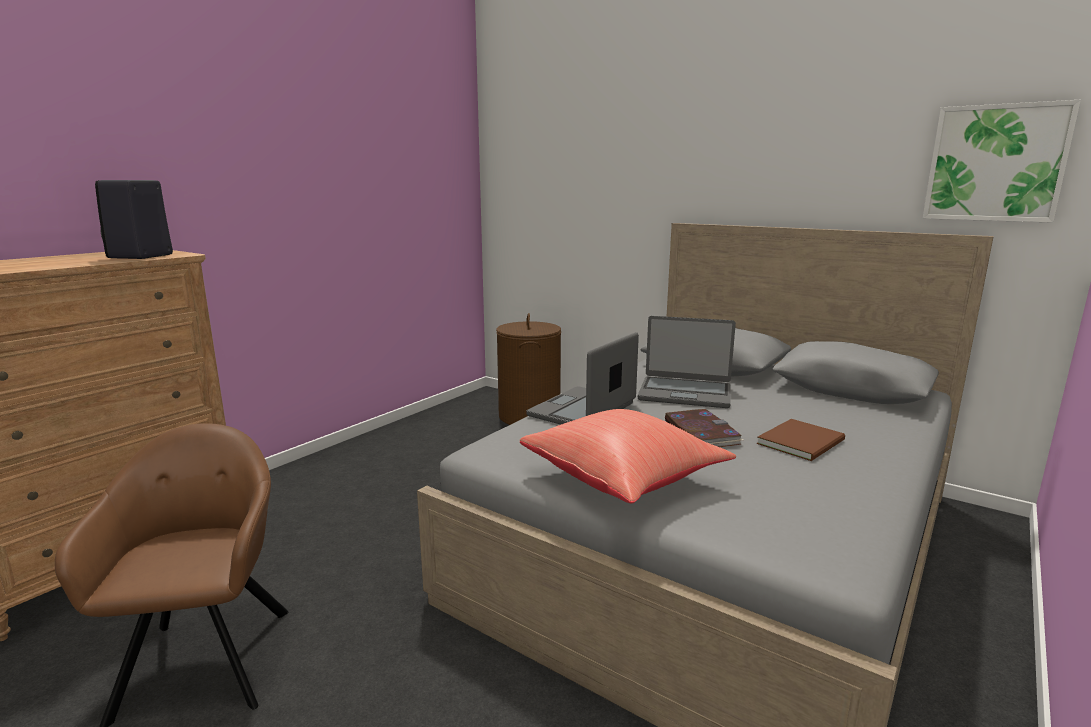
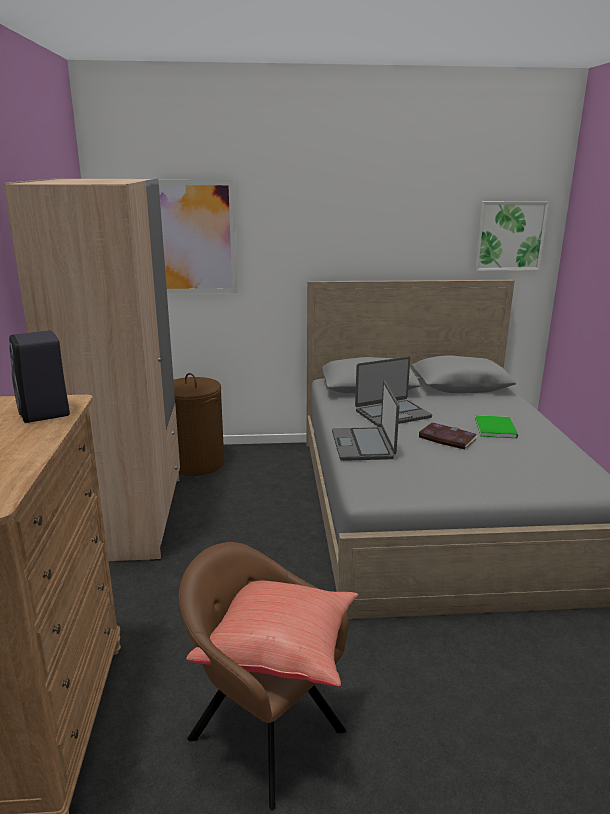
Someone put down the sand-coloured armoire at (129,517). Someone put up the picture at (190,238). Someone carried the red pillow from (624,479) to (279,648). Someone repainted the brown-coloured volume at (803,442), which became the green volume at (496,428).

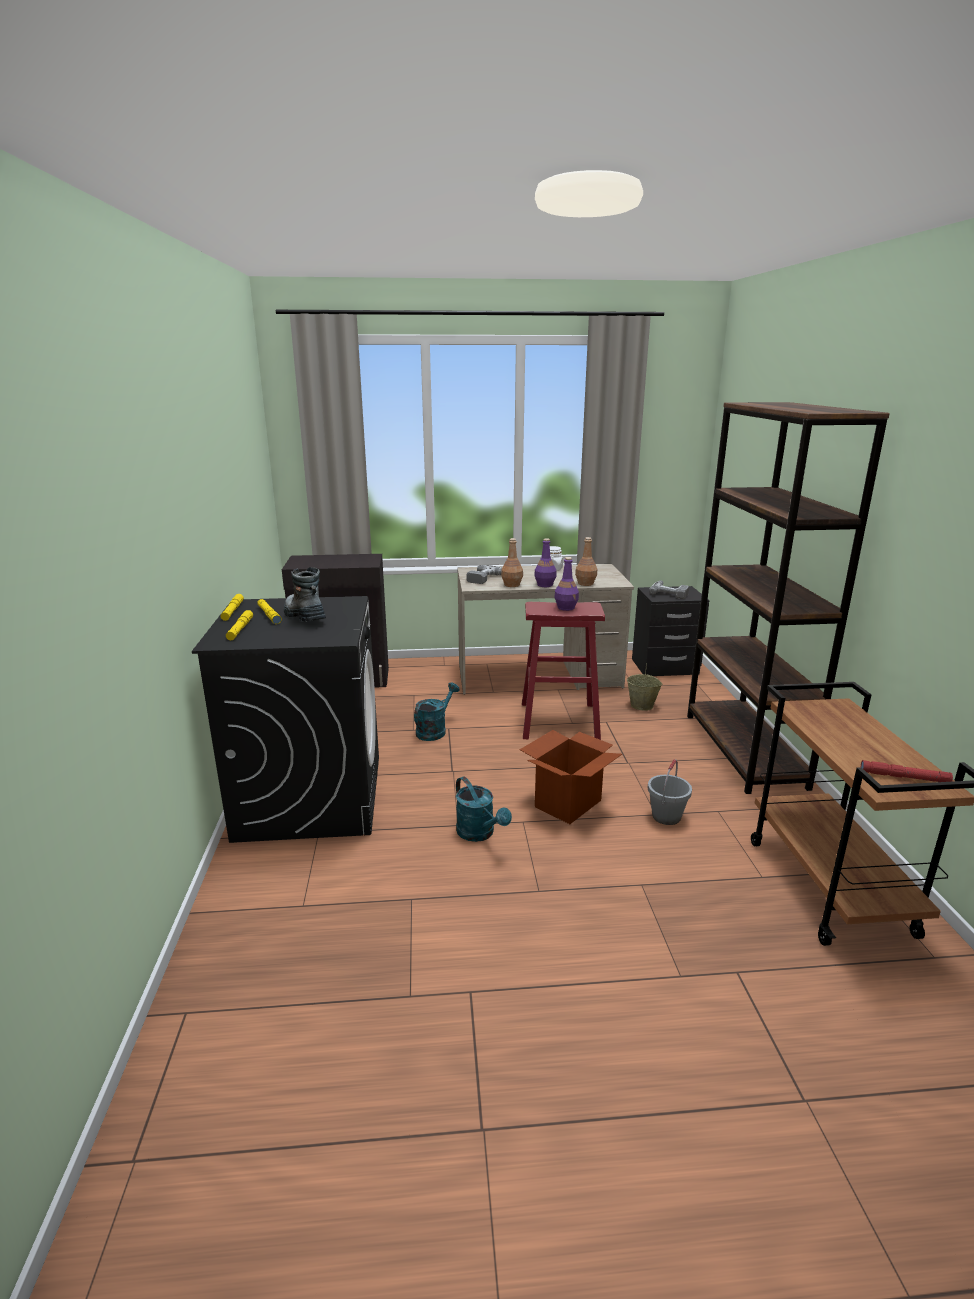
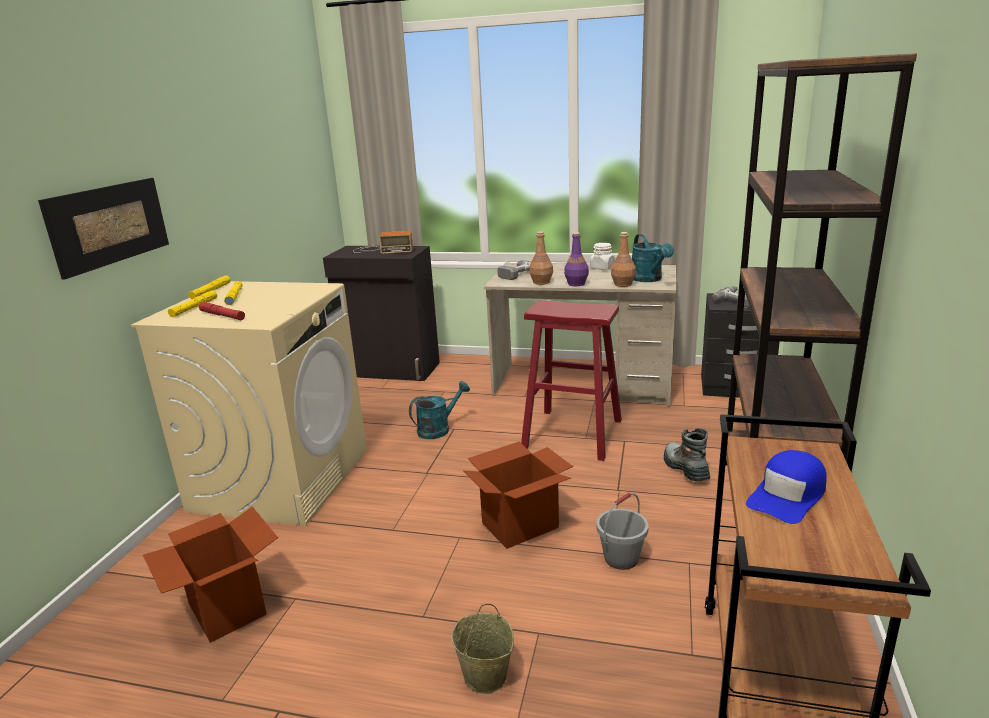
Someone put up the picture at (109,224). Someone repainted the black laundry appliance at (310,796), which became the sand-coloured laundry appliance at (281,479). Someone put down the packing box at (226,609). Someone carried the red flashlight from (904,777) to (222,315). Someone put down the radio set at (381,250). Someone carried the sand-coloured bucket from (642,706) to (486,677). Someone carried the turquoise-coloured watering can from (479,834) to (649,279). Someone carried the high-top boot from (304,616) to (685,468). Someone put down the blue-coloured cap at (788,495). Someone took away the purple bottle at (566,607).

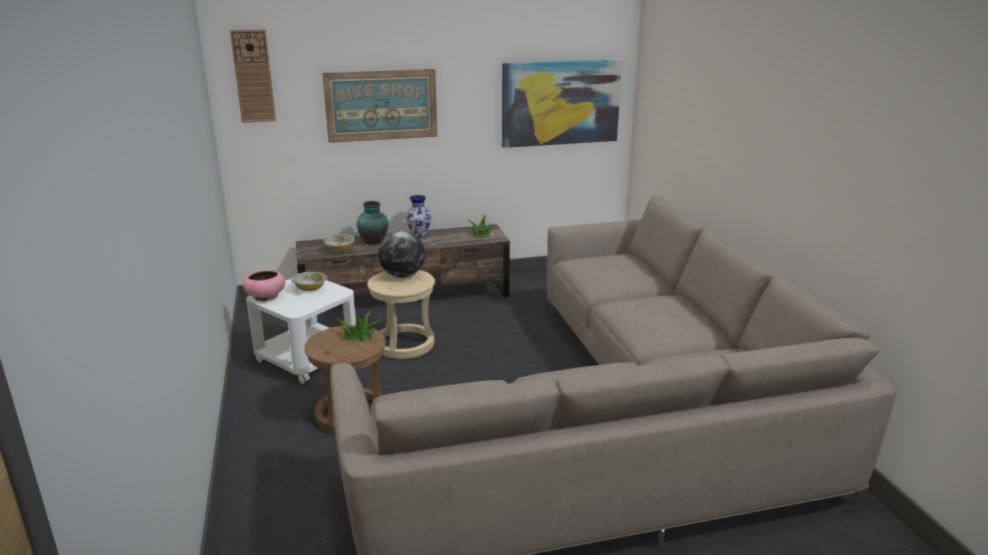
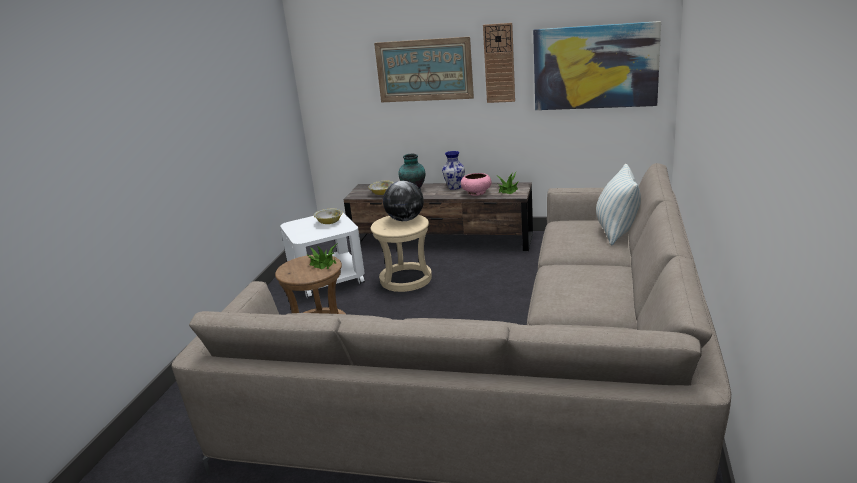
Someone carried the pink deep dish from (265,297) to (476,193). Someone carried the clock on the wall from (253,76) to (499,63). Someone put down the pillow at (616,232).

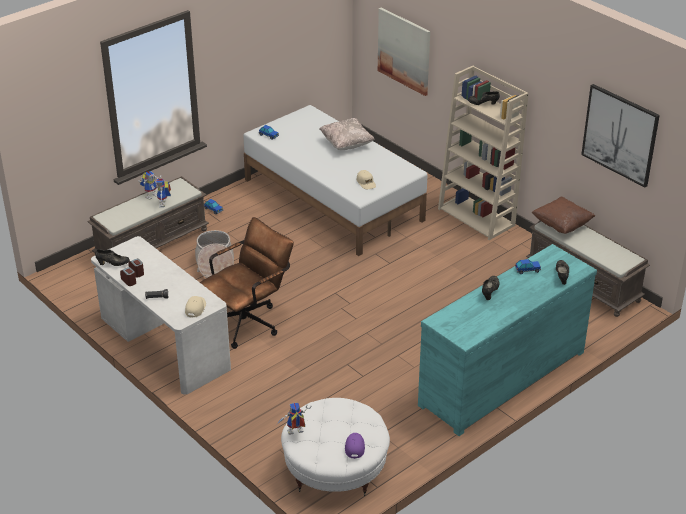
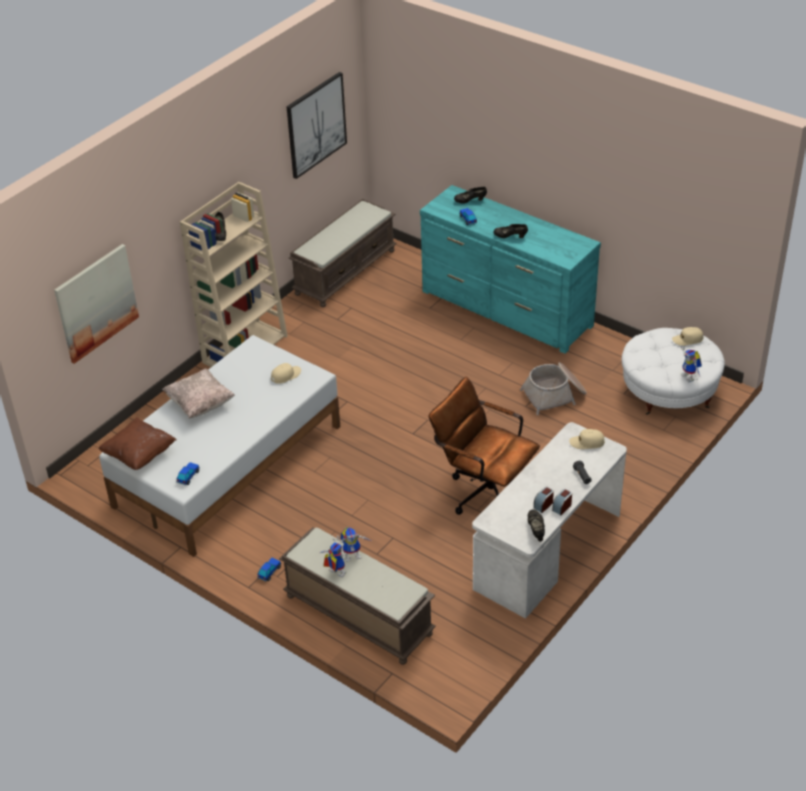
Someone carried the brown-coloured pillow from (561,225) to (139,455). Someone carried the basket from (215,264) to (554,395). Someone repainted the purple cap at (354,447), which became the sand-coloured cap at (687,339).

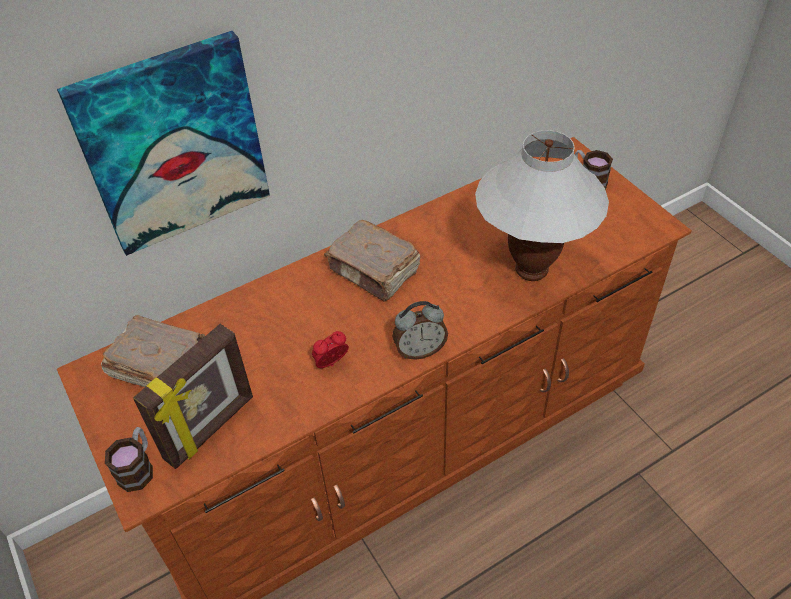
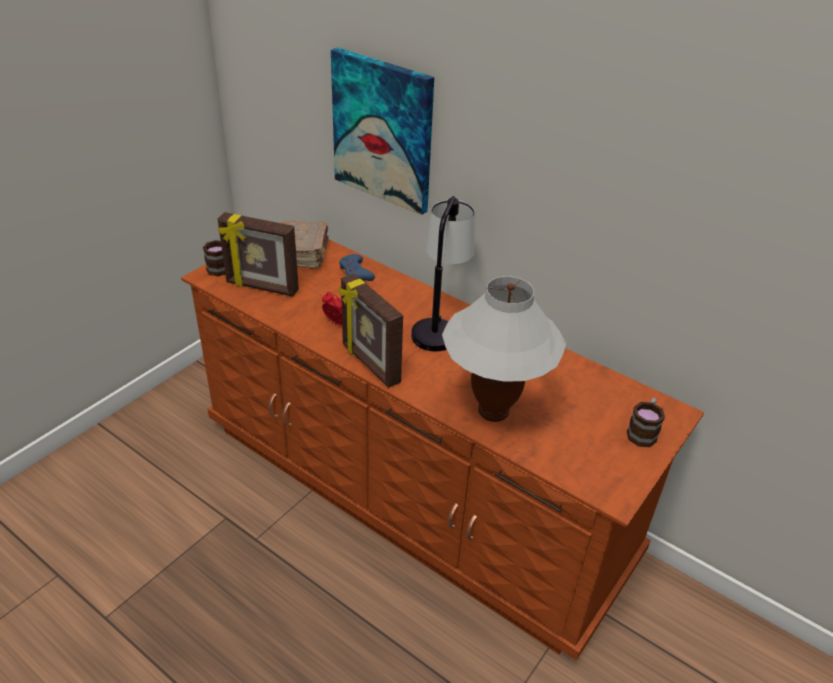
Someone put down the blue-coloured joypad at (356,272). Someone swapped the table clock at (420,350) for the standing frame at (369,364). Someone swapped the brown-coloured volume at (374,271) for the table lamp at (439,323).

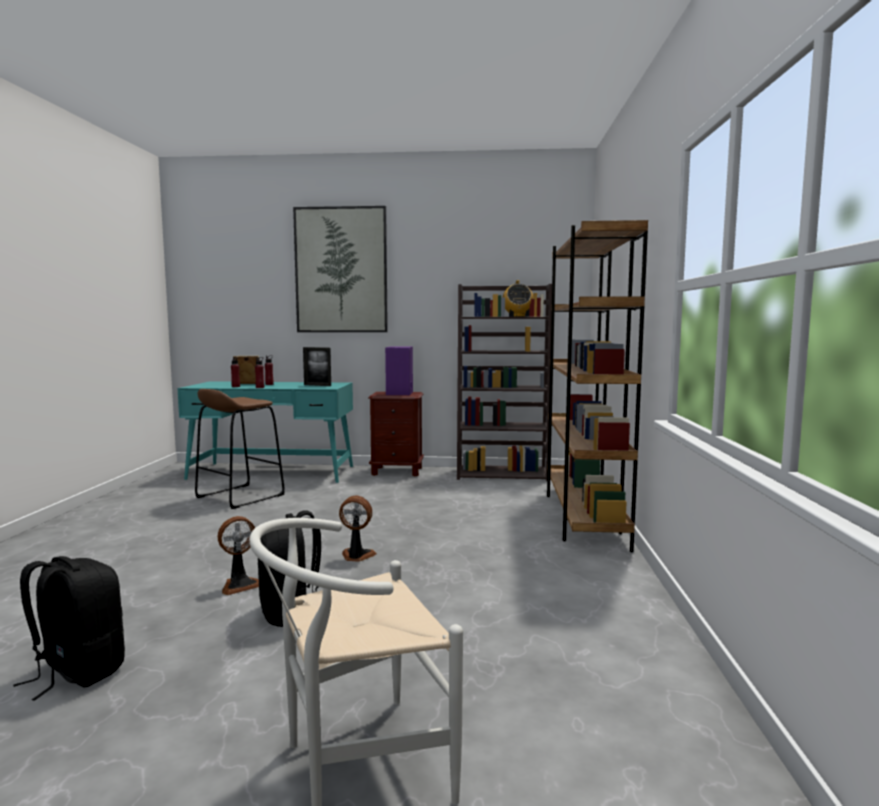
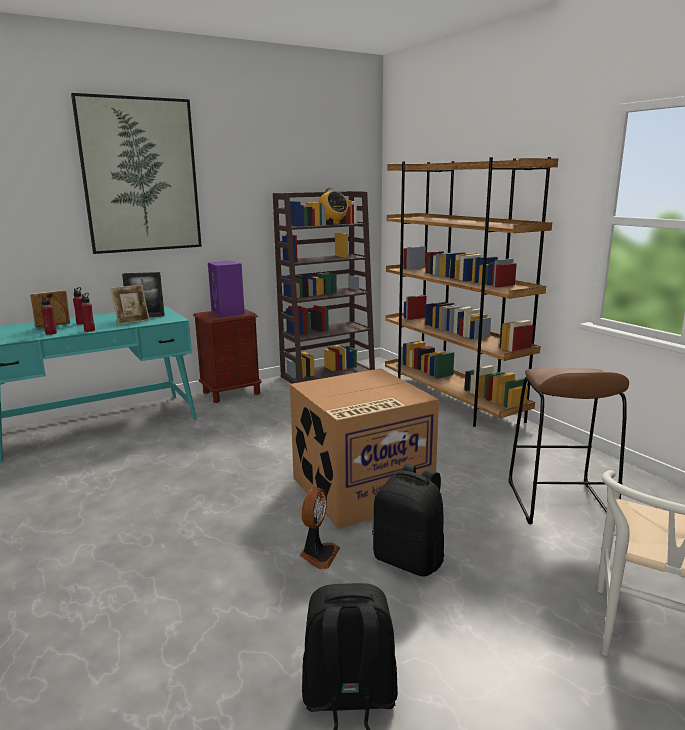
Someone put down the standing frame at (132,321). Someone swapped the fan at (357,556) for the packing box at (360,490). Someone carried the brown-coloured sitting stool from (240,496) to (559,502).

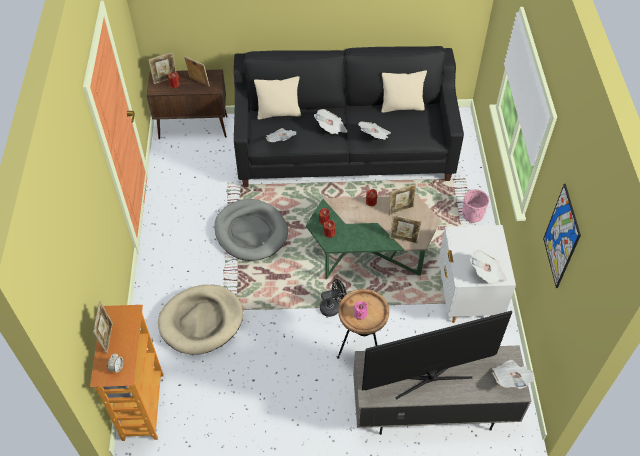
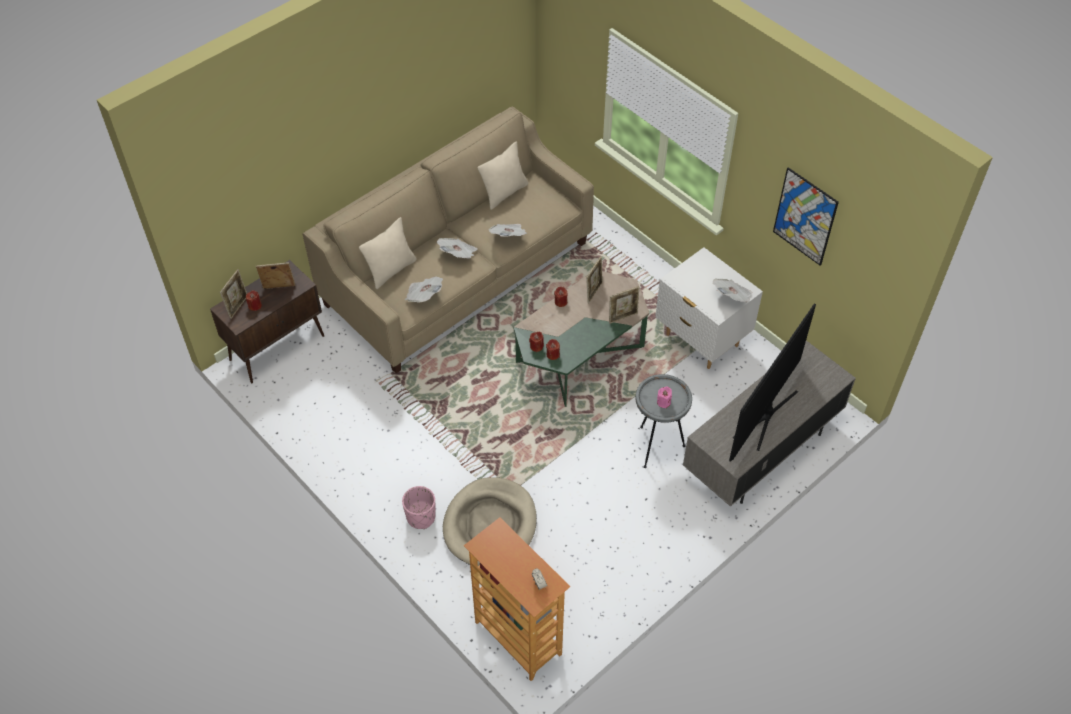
Someone repainted the black settee at (344,149), which became the sand-coloured settee at (457,273). Someone carried the pink plant pot from (472,214) to (421,517). Someone repainted the brown-coloured accent table at (360,349), which became the gray accent table at (656,446). Someone took away the standing frame at (107,337). Someone took away the gray dog cushion at (251,232). Someone took away the black fan at (333,307). Someone took away the daily paper at (510,379).

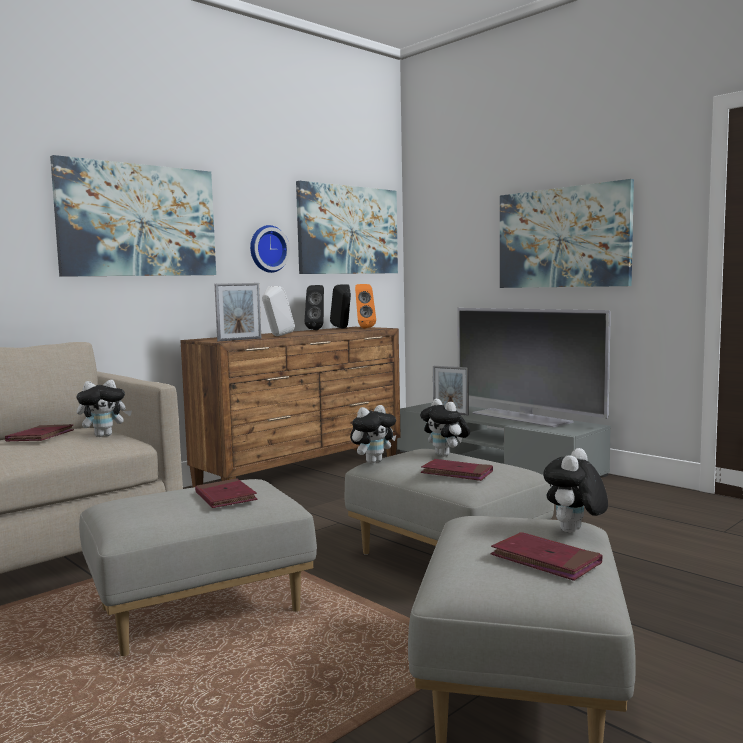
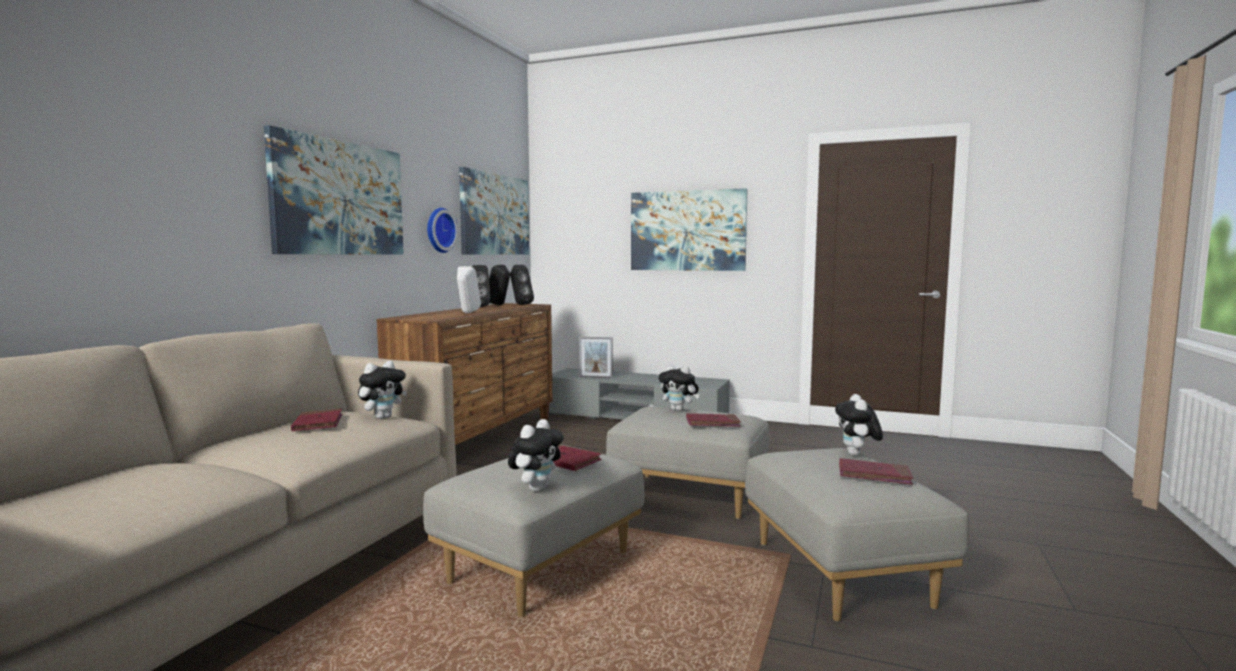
Someone carried the plush toy from (373,461) to (536,488). Someone repainted the orange audio speaker at (364,328), which became the black audio speaker at (520,304). Someone took away the standing frame at (239,339). Someone took away the television at (522,417).

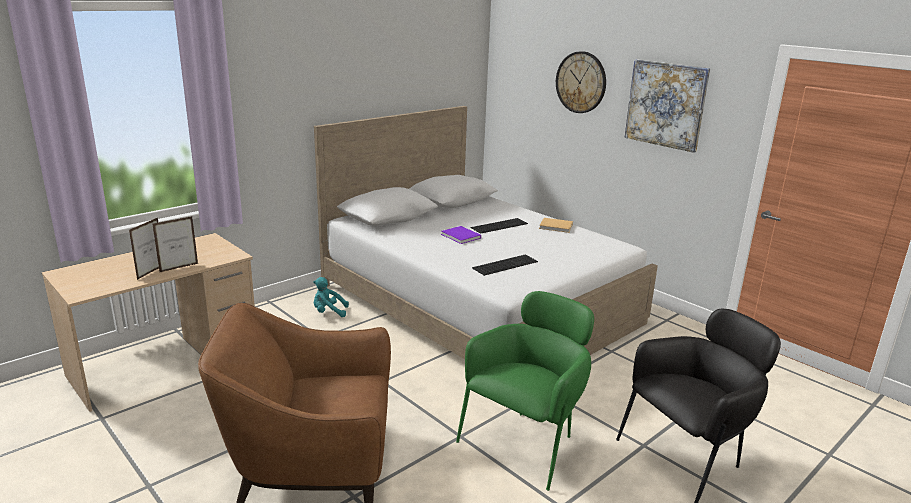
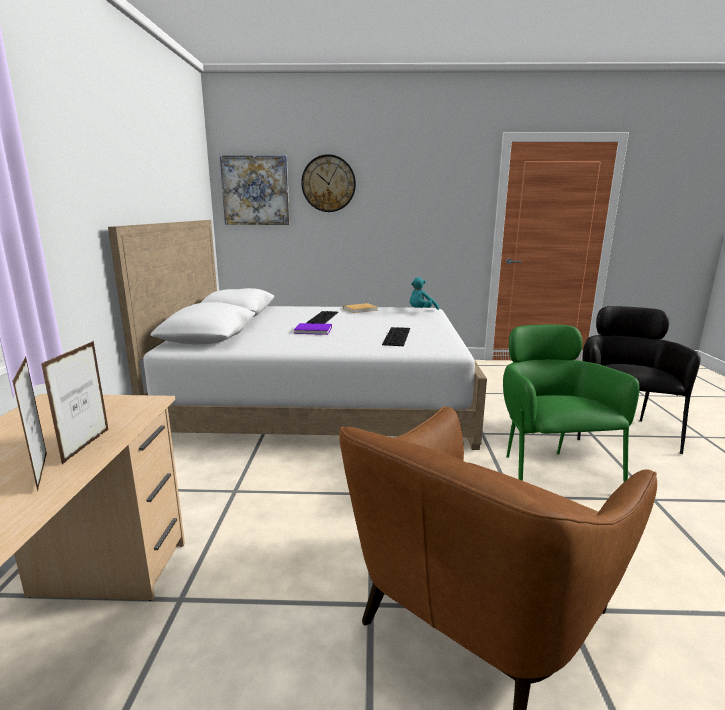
Someone carried the picture from (666,104) to (255,190). Someone carried the turquoise-coloured plush toy from (328,312) to (421,311).

